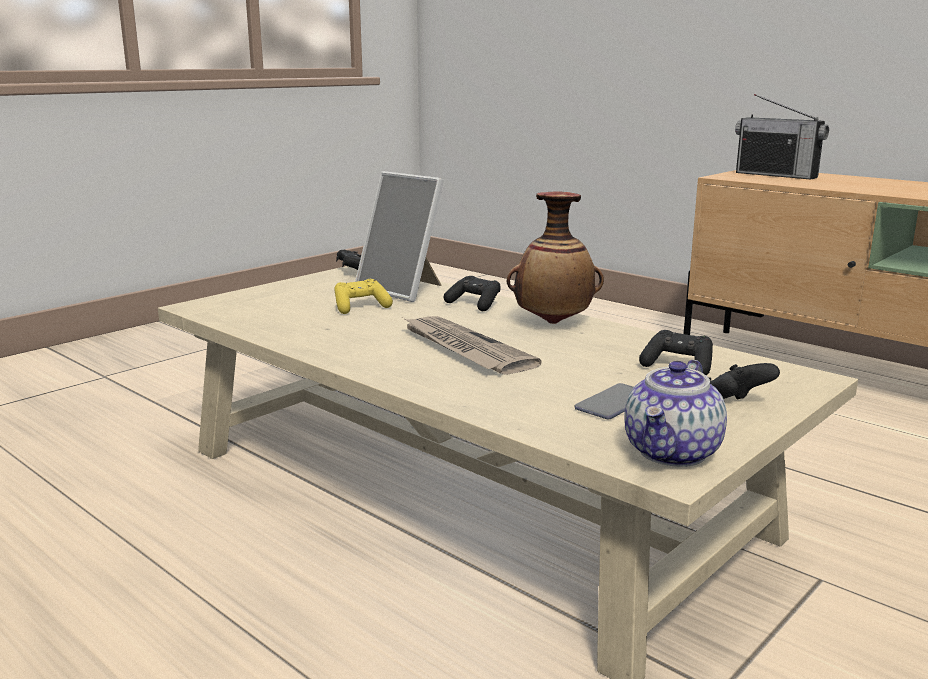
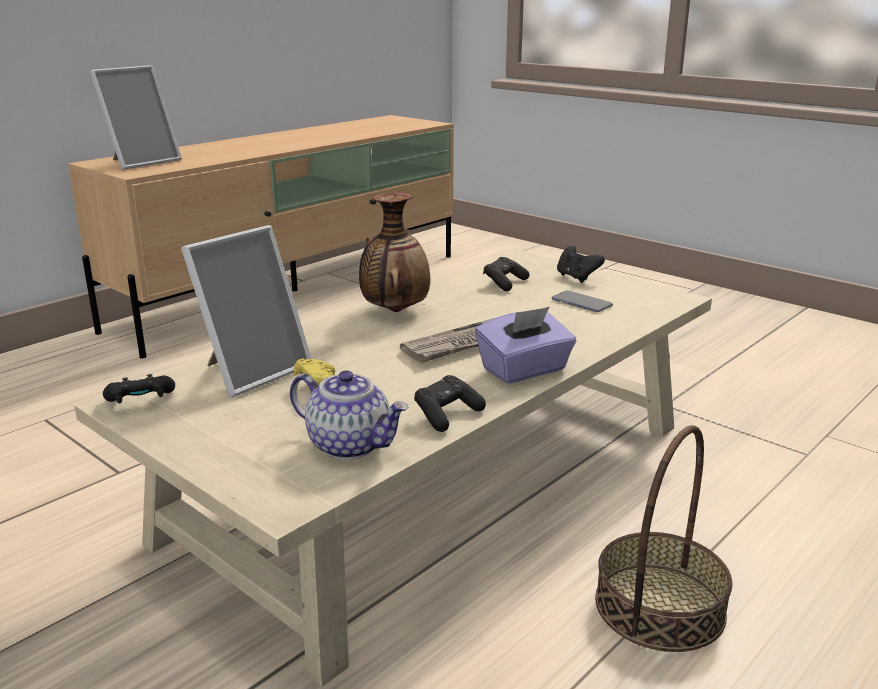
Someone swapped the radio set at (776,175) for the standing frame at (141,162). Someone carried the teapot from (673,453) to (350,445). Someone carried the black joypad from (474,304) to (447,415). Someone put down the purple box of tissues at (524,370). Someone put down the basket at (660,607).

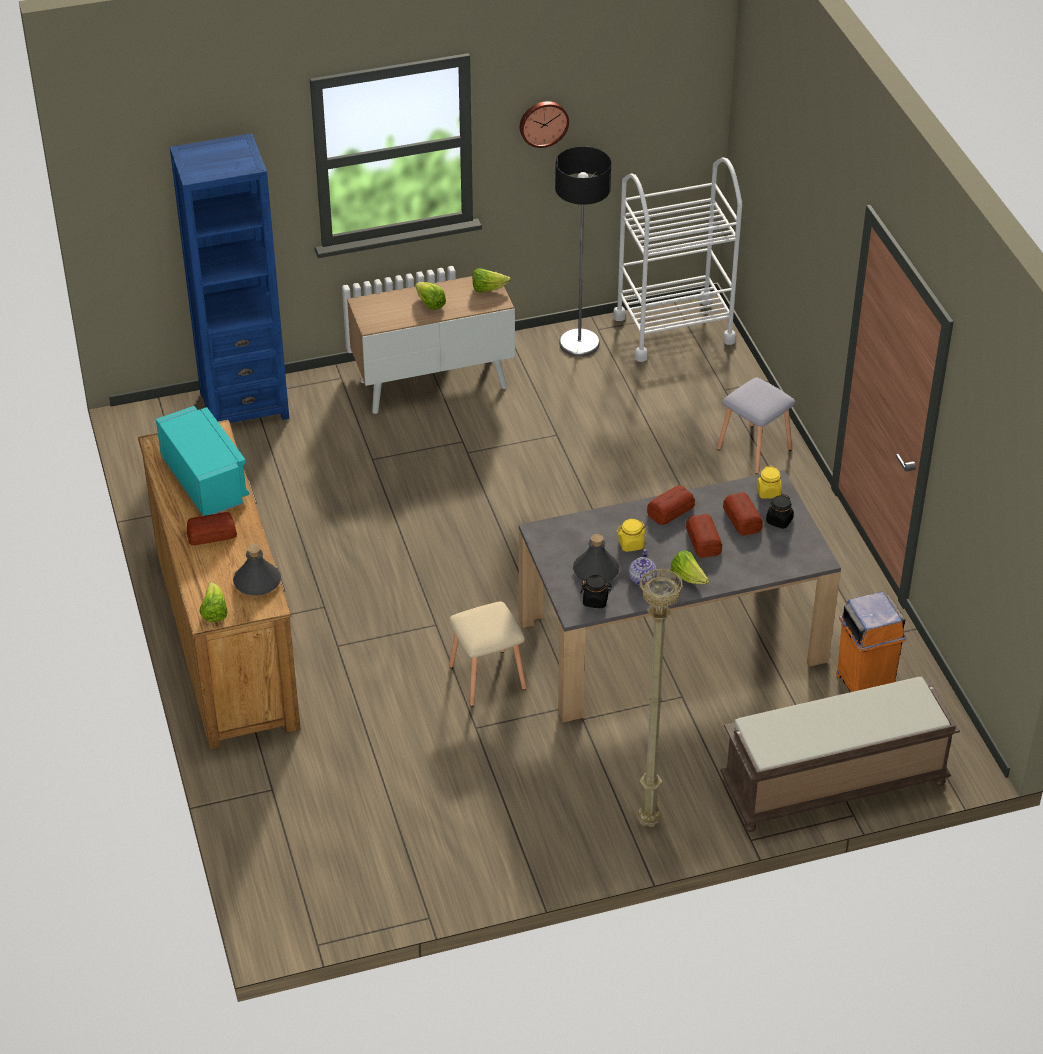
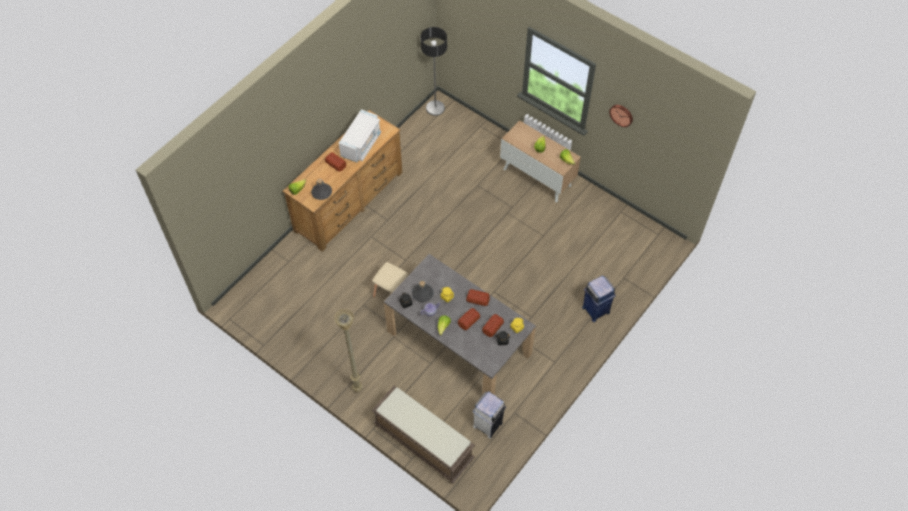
Someone repainted the turquoise-coloured kitchen microwave at (205,481), which became the white-coloured kitchen microwave at (361,144). Someone carried the standard lamp from (579,343) to (435,108). Someone repainted the orange waste bin at (864,683), which became the white-coloured waste bin at (488,424). Someone swapped the gray sitting stool at (755,449) for the blue-coloured waste bin at (595,309). Someone took away the blue-coloured shelving unit at (244,405). Someone took away the white-coloured wheeled cart at (673,329).

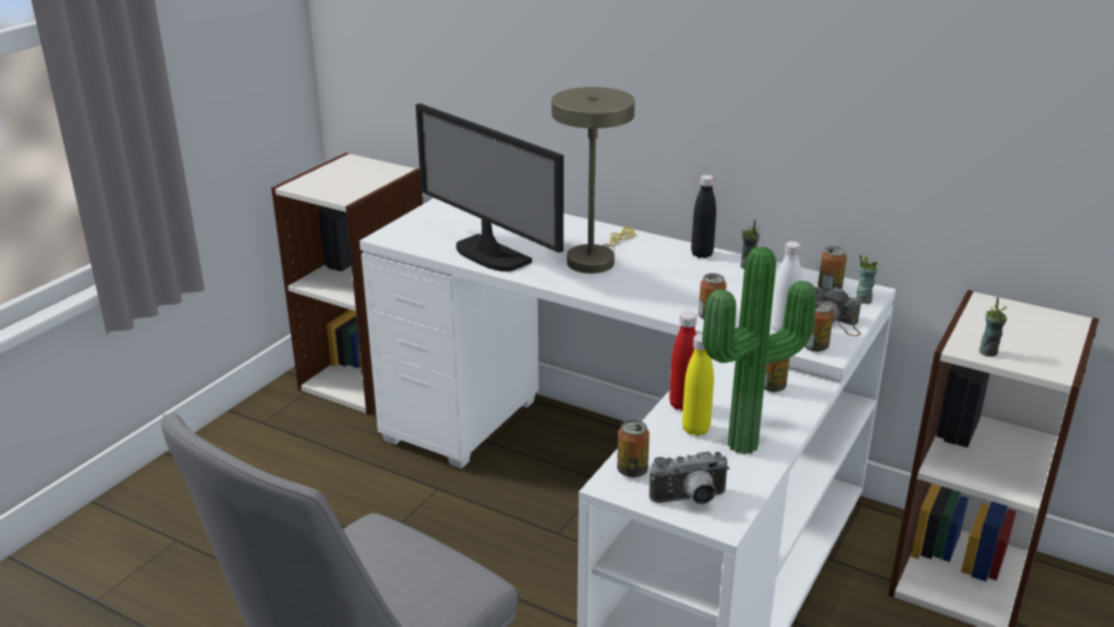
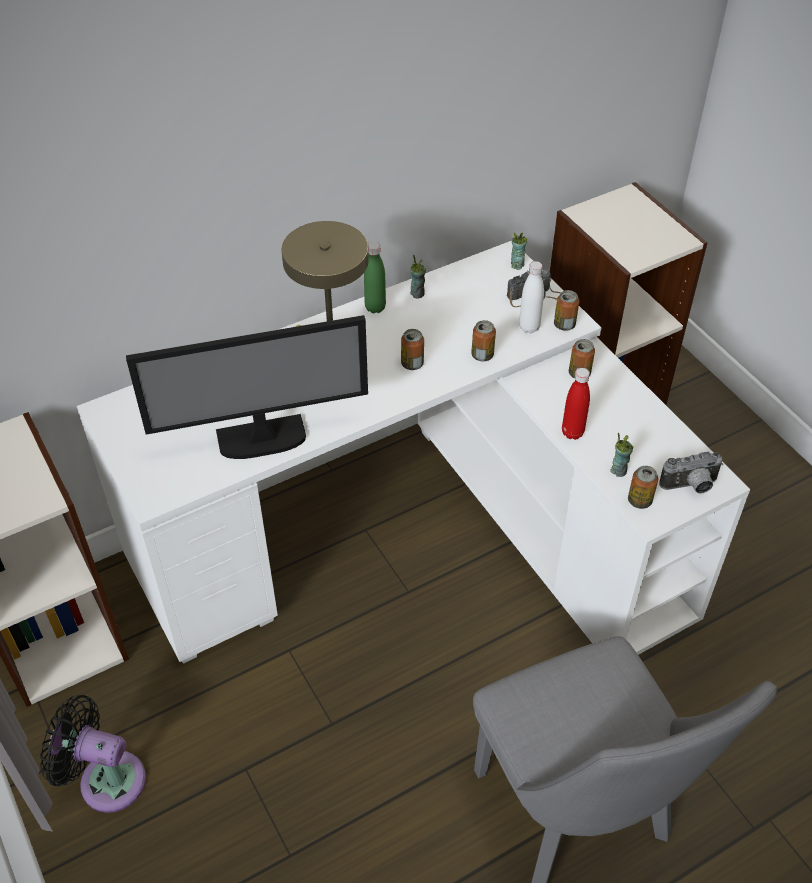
Someone put down the black fan at (106,779). Someone repainted the black bottle at (702,254), which became the green bottle at (375,307). Someone carried the can from (829,288) to (412,364). Someone carried the cup from (988,352) to (618,470). Someone rotated the photo camera at (690,500) by 60 degrees clockwise. Someone took away the yellowish bottle at (695,429). Someone took away the houseplant at (747,448).

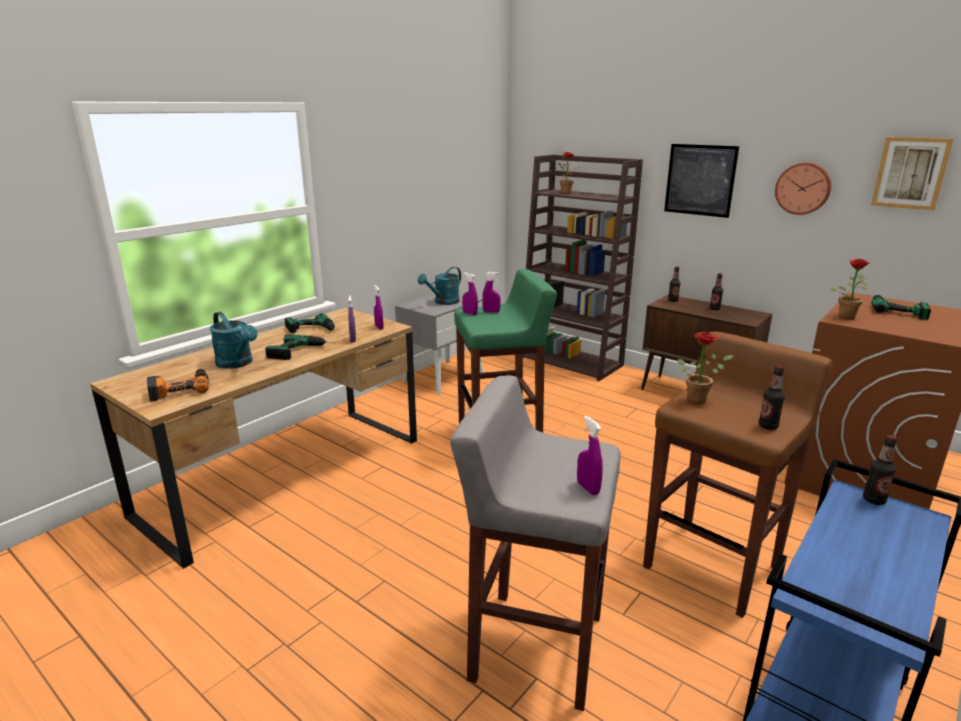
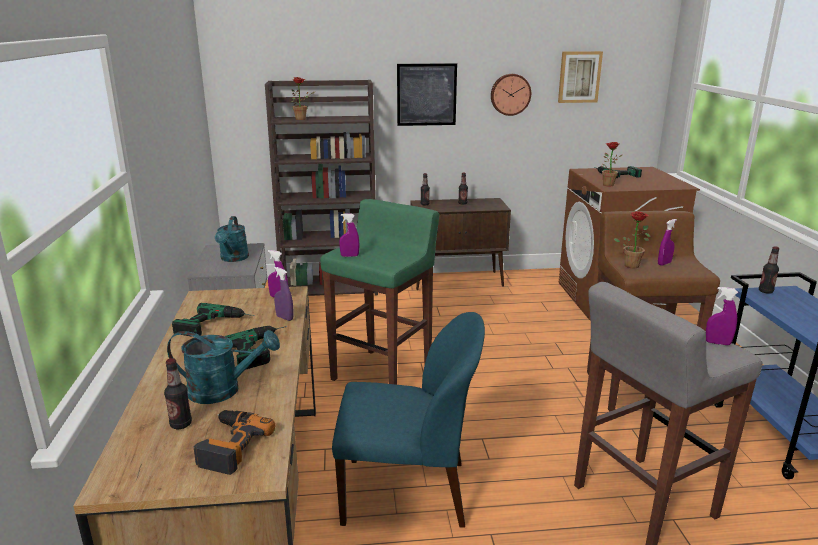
Someone carried the bottle from (768,426) to (181,424). Someone put down the blue-coloured upright chair at (408,492). Someone carried the purple sprayer from (491,312) to (664,263).

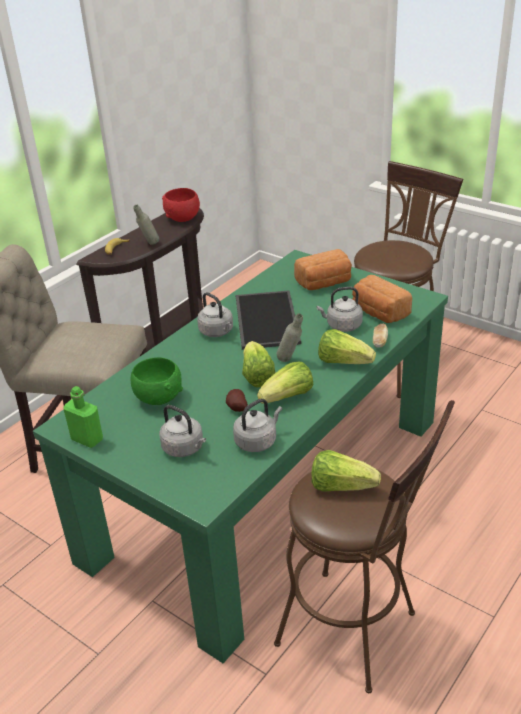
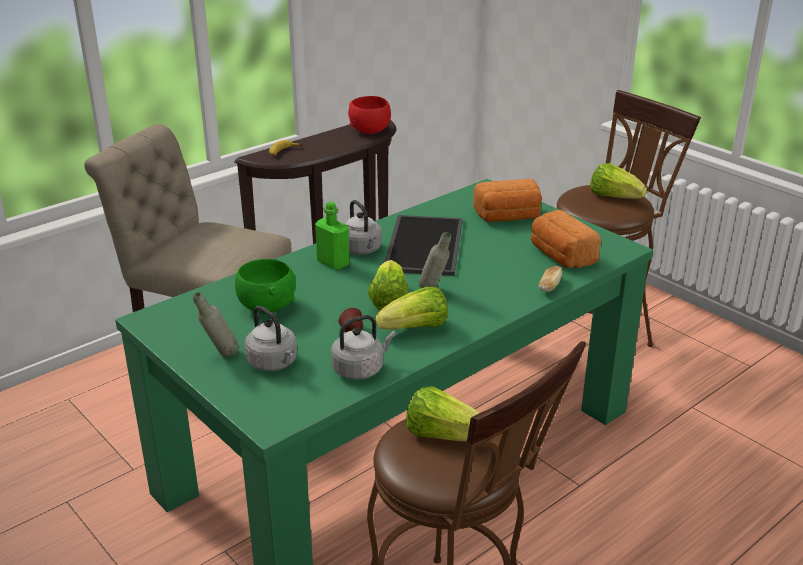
Someone carried the gray bottle from (149,245) to (220,356). Someone carried the green bottle from (87,439) to (333,263). Someone carried the lettuce head from (343,362) to (614,197). Someone took away the gray tea kettle at (342,326).

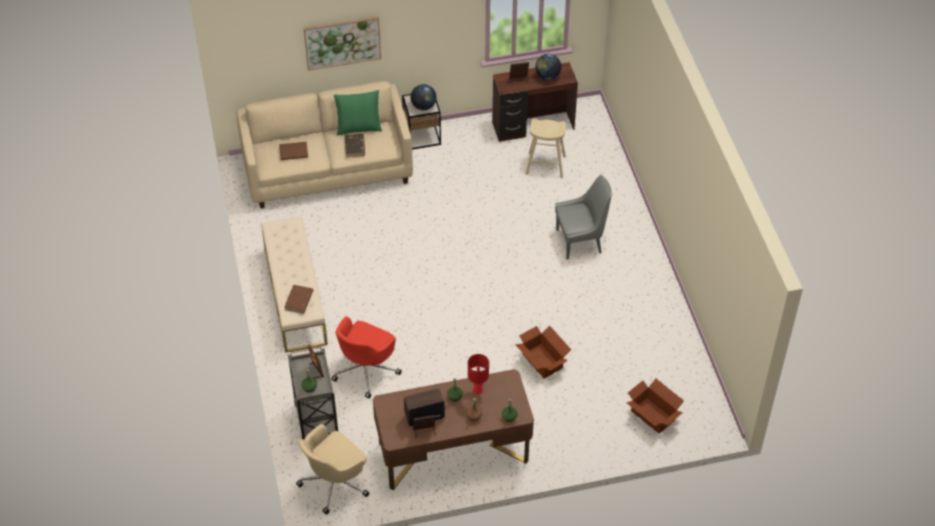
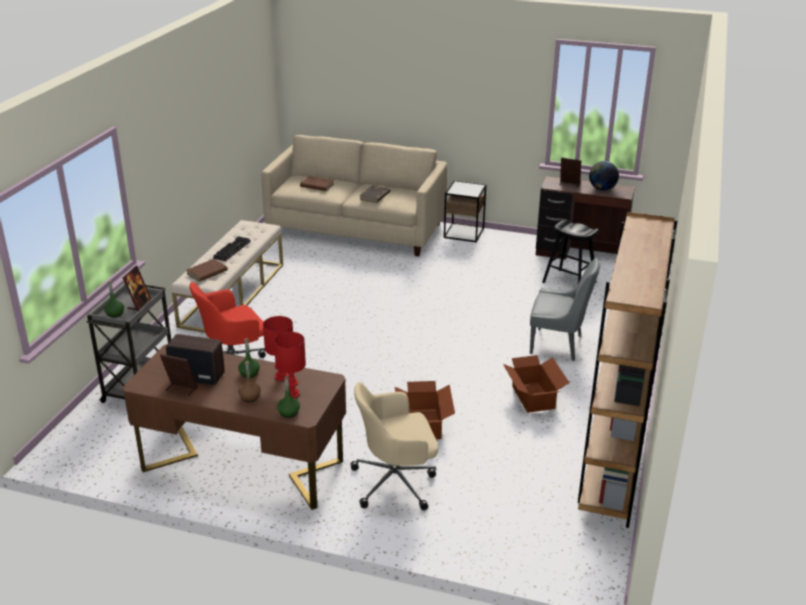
Someone put down the computer keyboard at (231,249). Someone put down the red table lamp at (291,394). Someone carried the sand-coloured computer chair from (335,482) to (396,482). Someone carried the packing box from (652,416) to (533,397). Someone repainted the sand-coloured sitting stool at (545,165), which became the black sitting stool at (569,282). Someone put down the brown-coloured shelving unit at (611,469). Someone took away the picture at (342,42). Someone took away the green pillow at (359,127). Someone took away the world globe at (423,106).

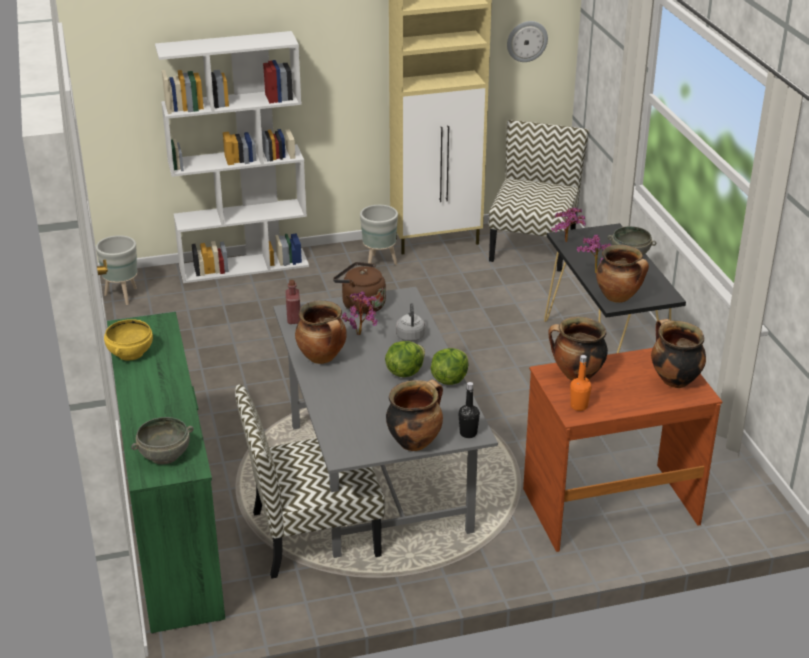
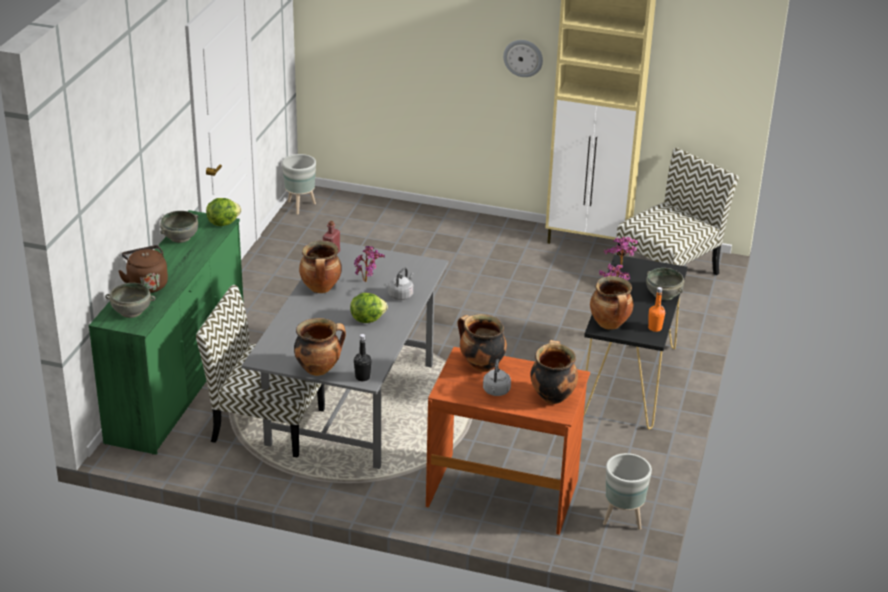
Someone carried the brown-coloured tea kettle from (361,305) to (146,284). Someone repainted the yellowish deep dish at (130,353), which became the gray deep dish at (180,237). Someone carried the lettuce head from (449,379) to (223,223). Someone put down the gray tea kettle at (496,392). Someone carried the clock on the wall from (526,41) to (523,58). Someone carried the gray plant pot from (379,263) to (622,520). Someone carried the orange bottle from (579,406) to (655,328). Someone took away the white-coloured shelving unit at (244,265).

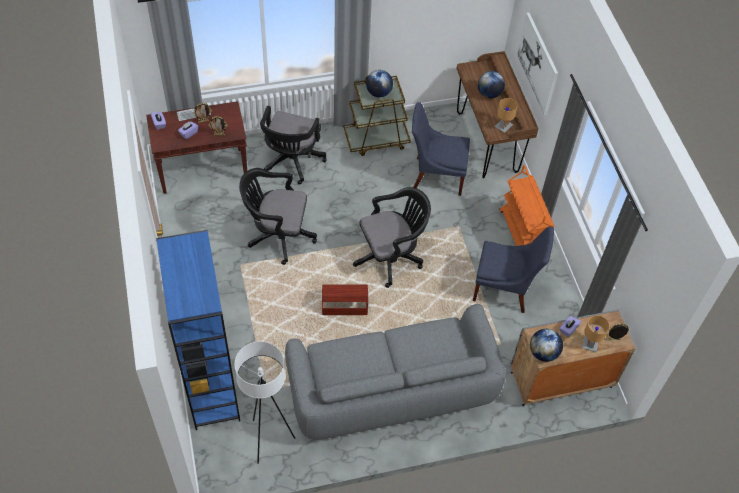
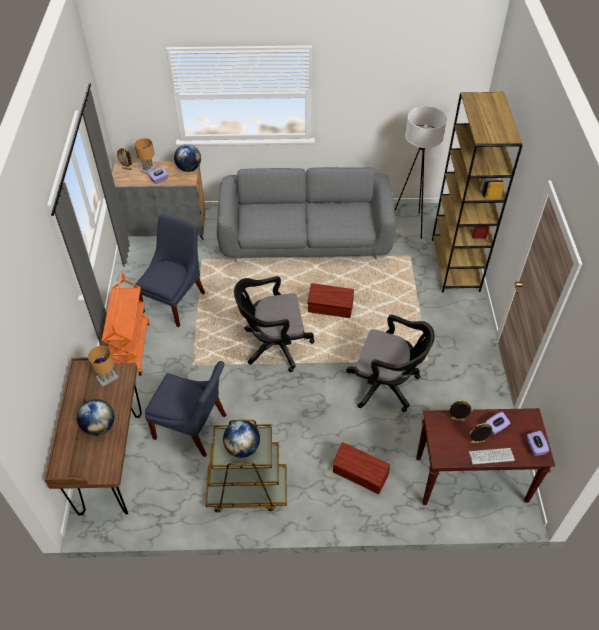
Someone rotated the blue-coloured upright chair at (505,289) by 90 degrees clockwise. Someone swapped the black computer chair at (291,162) for the brown-coloured storage container at (360,474). Someone repainted the blue-coloured shelving unit at (211,386), which became the brown-coloured shelving unit at (455,265). Someone took away the picture at (538,63).

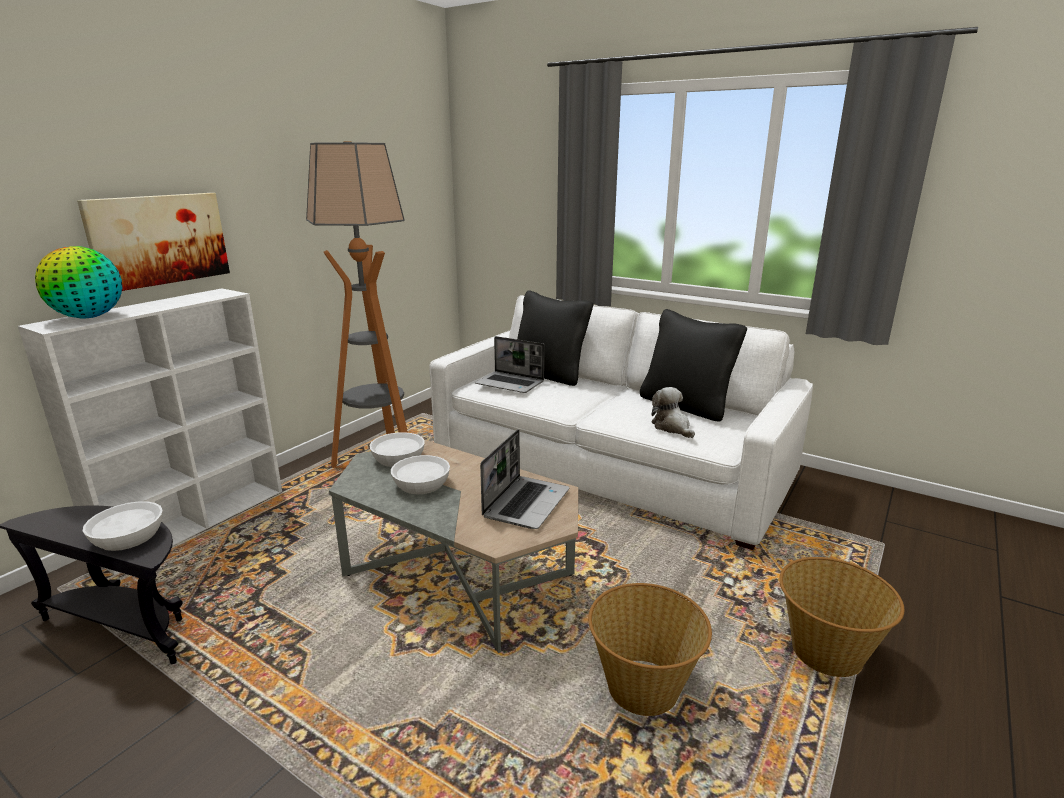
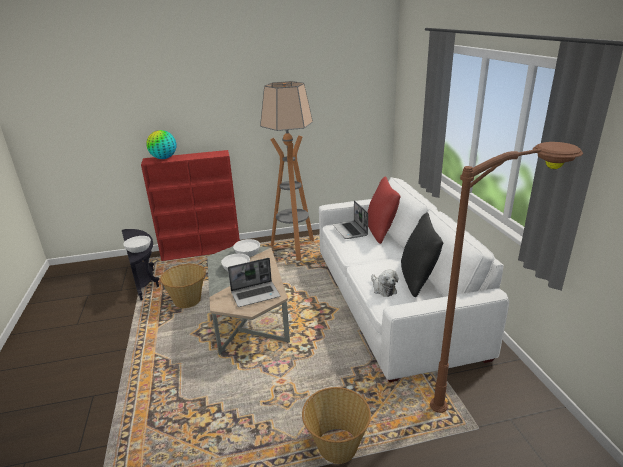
Someone repainted the white-coloured shelving unit at (196,521), which became the red shelving unit at (202,251). Someone carried the basket from (643,687) to (188,300). Someone repainted the black pillow at (549,374), which became the red pillow at (381,232). Someone rotated the plush toy at (672,427) by 135 degrees clockwise. Someone put down the brown-coloured standard lamp at (487,395). Someone took away the picture at (159,240).

